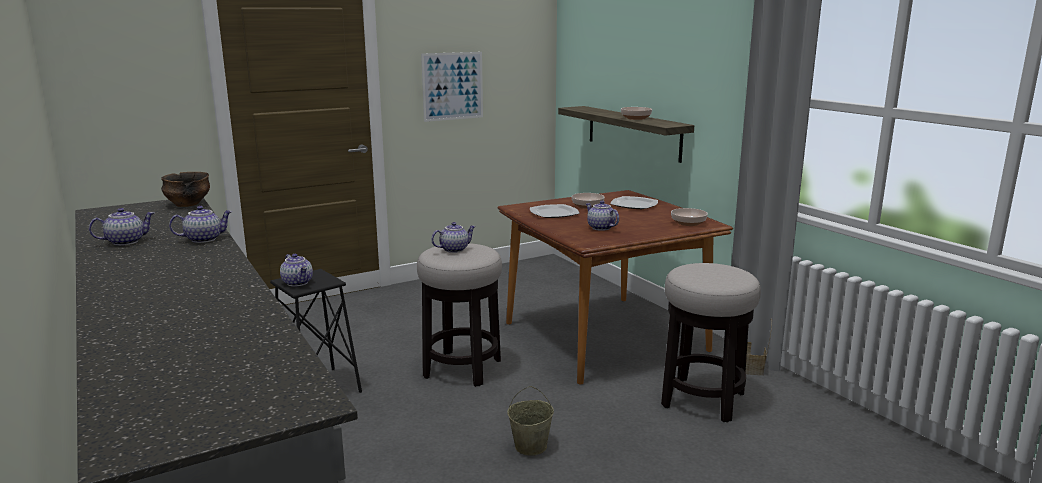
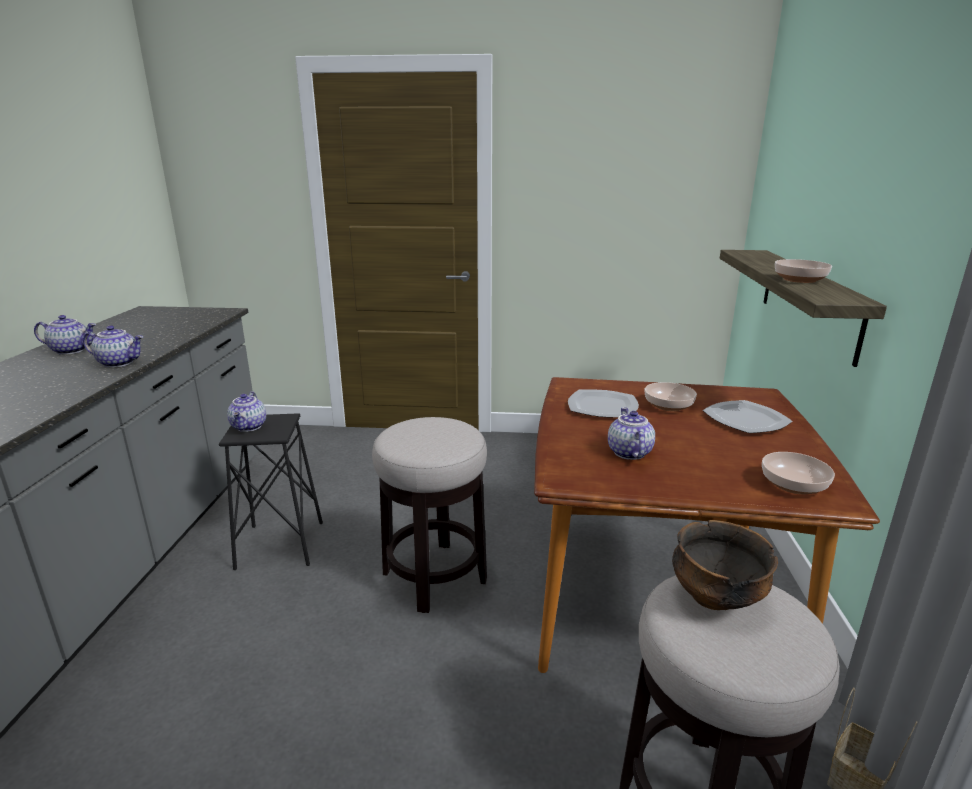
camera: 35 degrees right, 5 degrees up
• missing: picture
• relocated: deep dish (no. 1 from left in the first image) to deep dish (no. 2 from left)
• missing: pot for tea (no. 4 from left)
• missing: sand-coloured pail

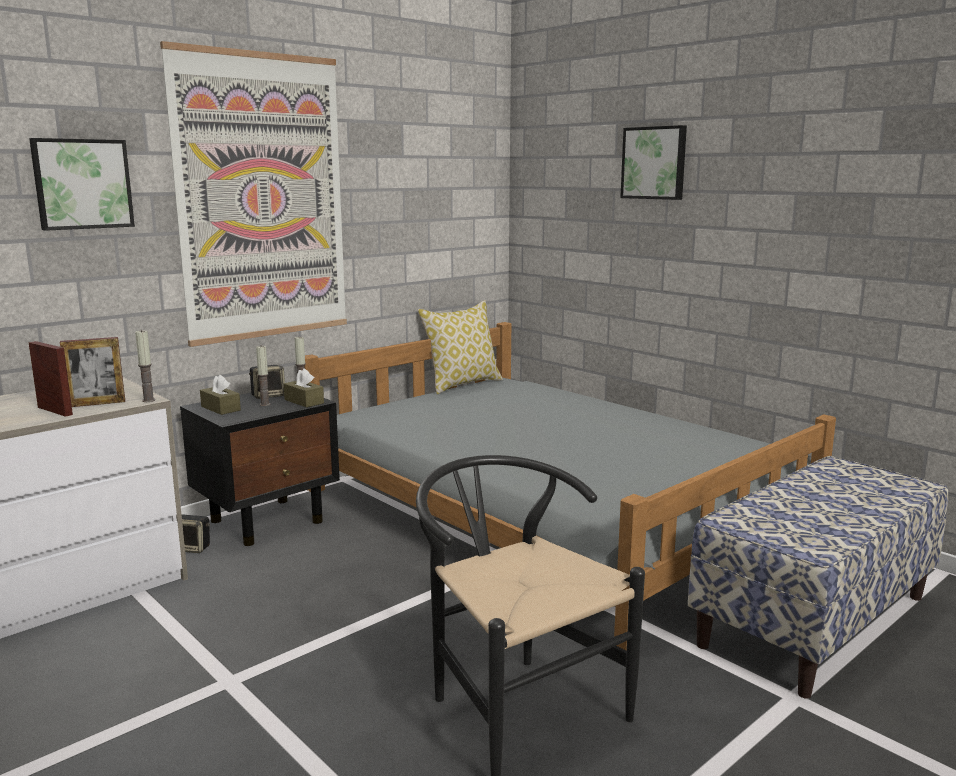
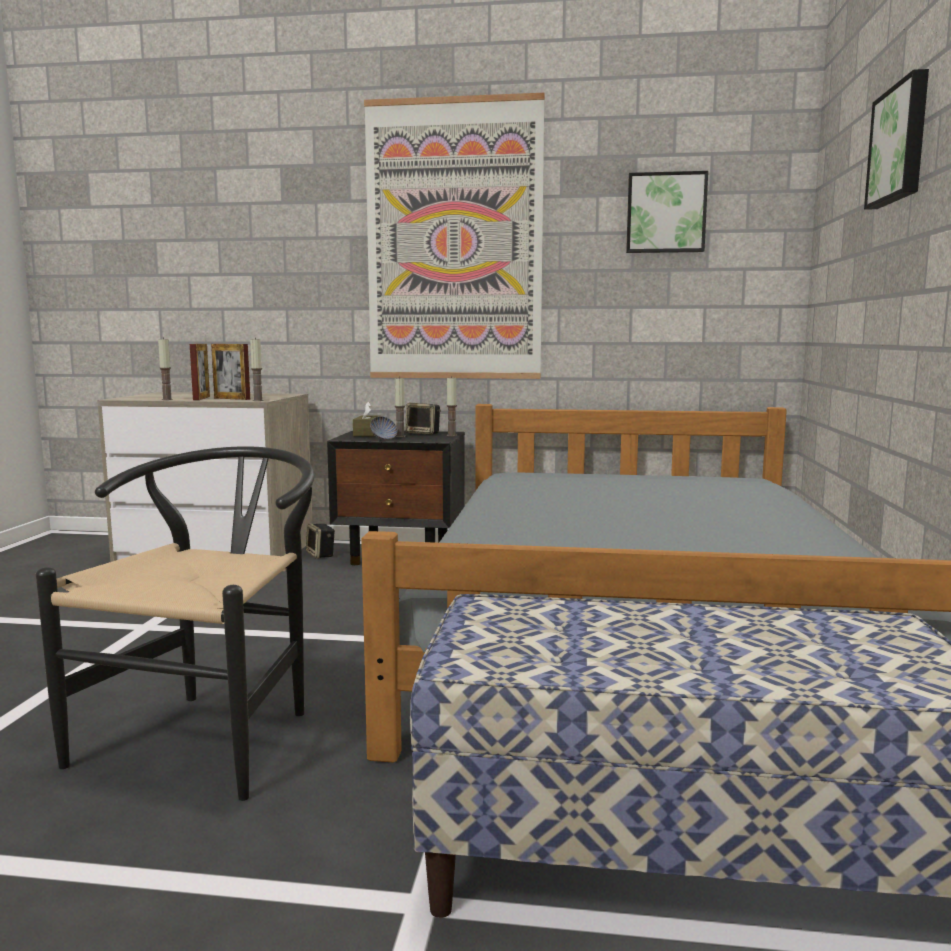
camera: 50 degrees right, 5 degrees down
• relocated: picture (no. 1 from left in the first image) to picture (no. 2 from left)
• missing: cushion
• missing: brownish box of tissues (no. 2 from left)
• appeared: candle (no. 1 from left)
• appeared: deep dish

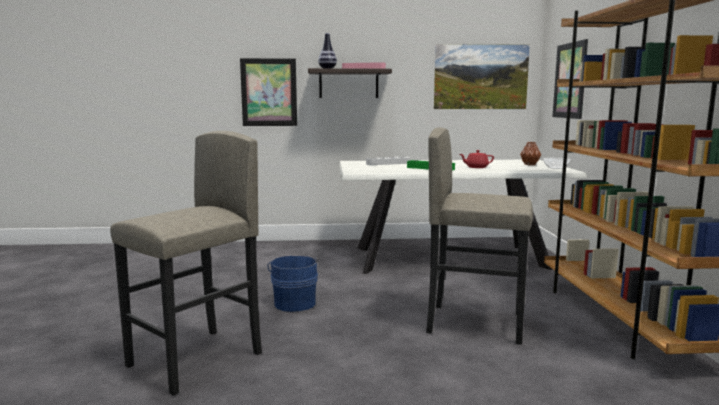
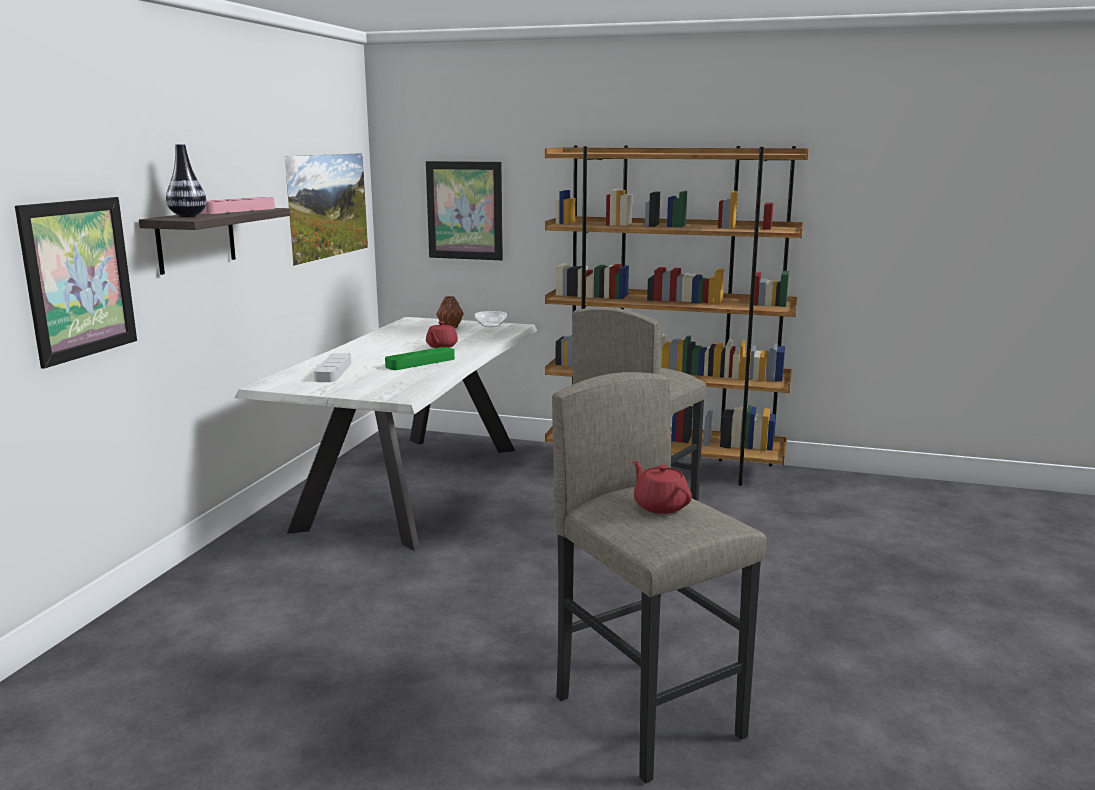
camera: 70 degrees left, 5 degrees up
• missing: bluish pail
• appeared: red-coloured pot for tea (no. 2 from left)

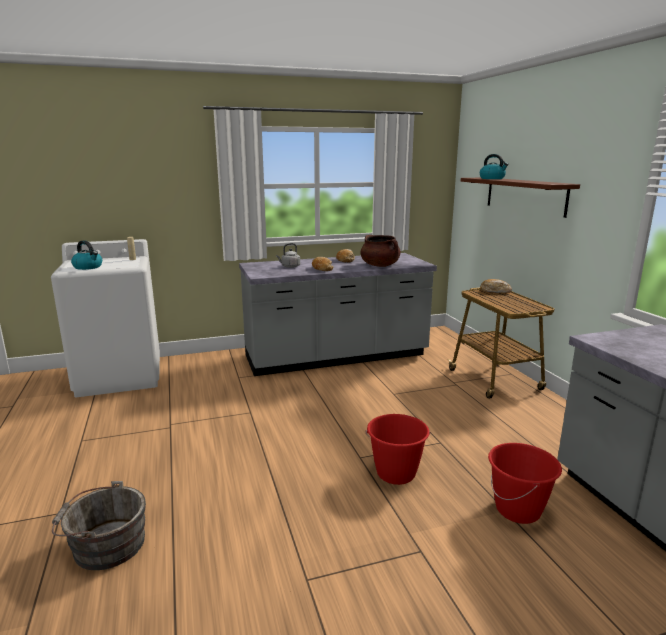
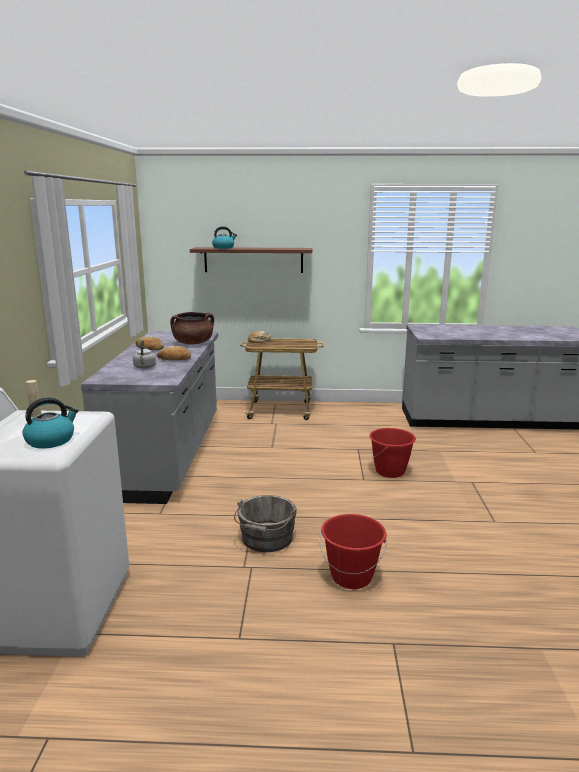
camera: 70 degrees left, 0 degrees up
• relocated: red-coloured pail (no. 2 from left in the first image) to red-coloured pail (no. 1 from left)
• relocated: grey pail

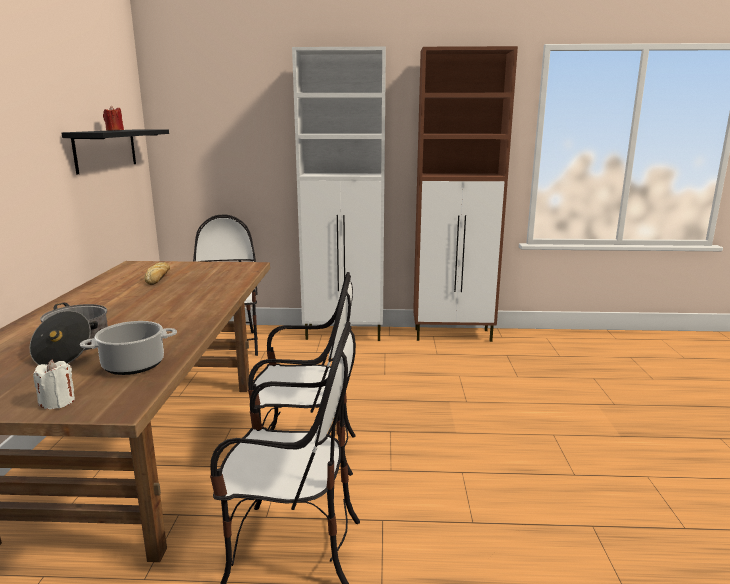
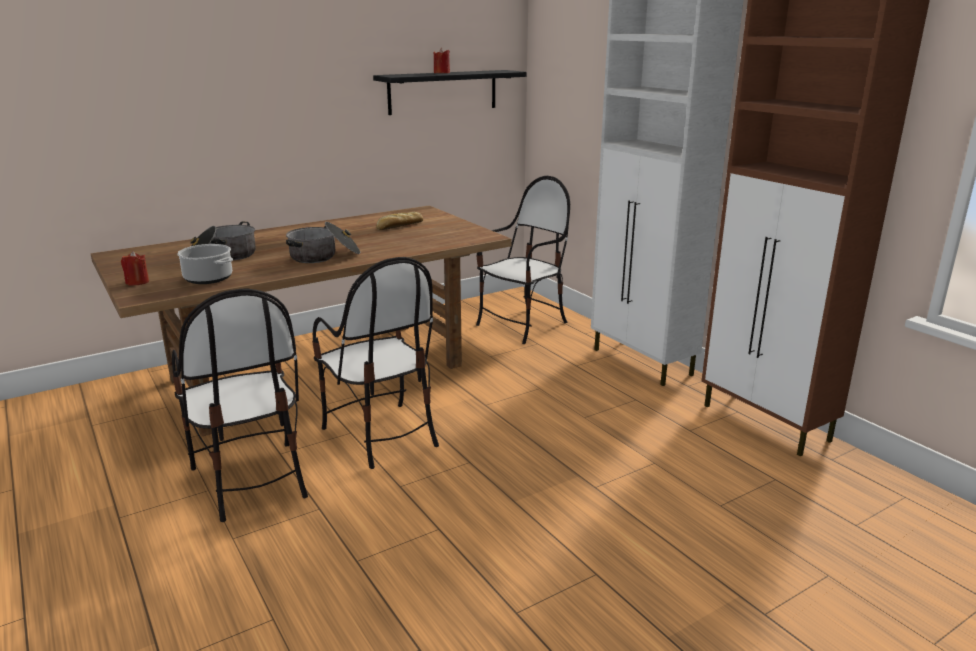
camera: 55 degrees right, 5 degrees up
• colour: white-coloured candle to red-coloured candle (no. 1 from left)
• appeared: stockpot (no. 3 from left)

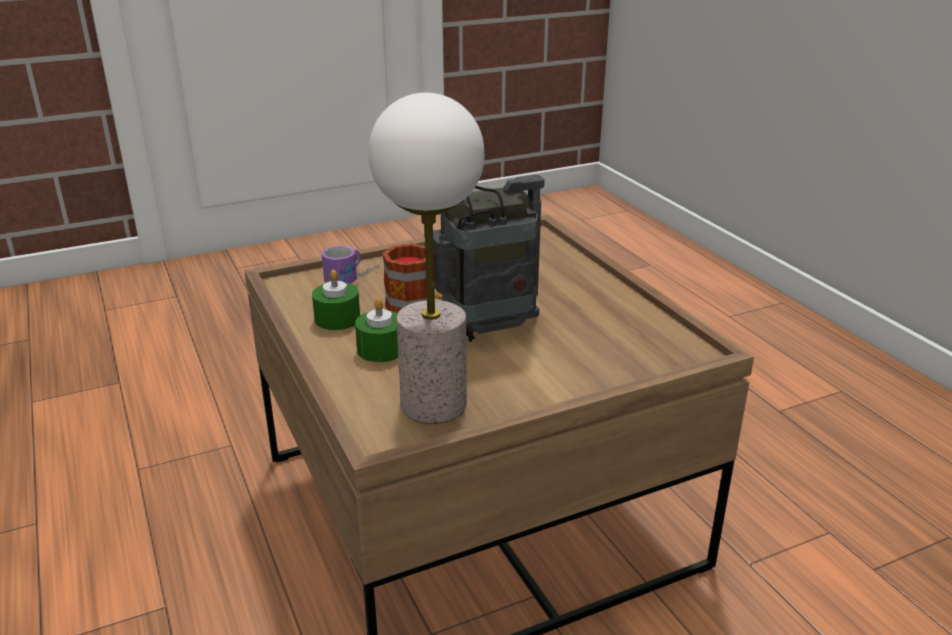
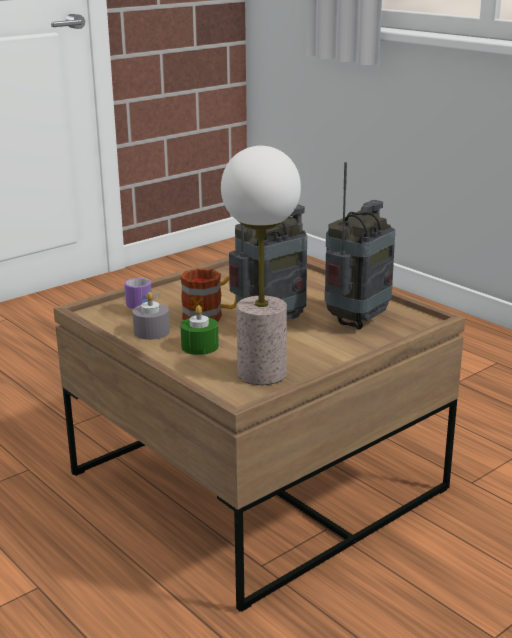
camera: 15 degrees left, 5 degrees down
• colour: green-coloured candle (no. 1 from left) to grey candle
• appeared: radio (no. 2 from left)

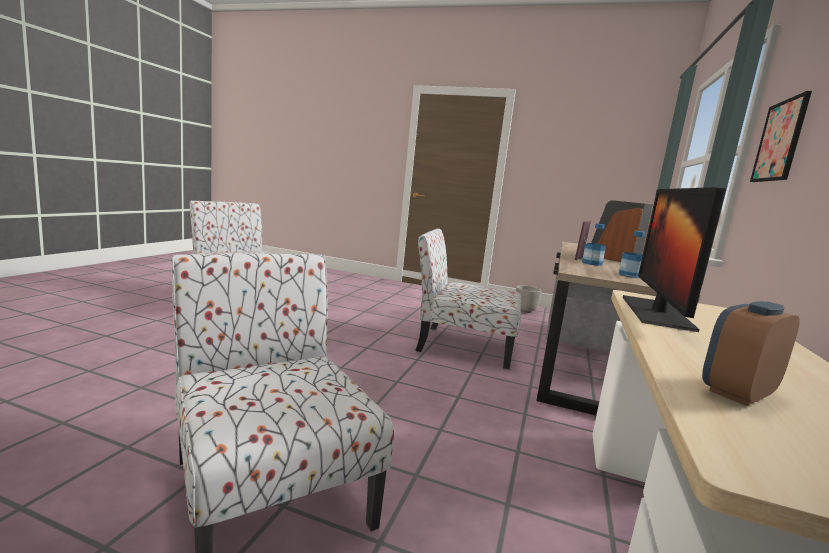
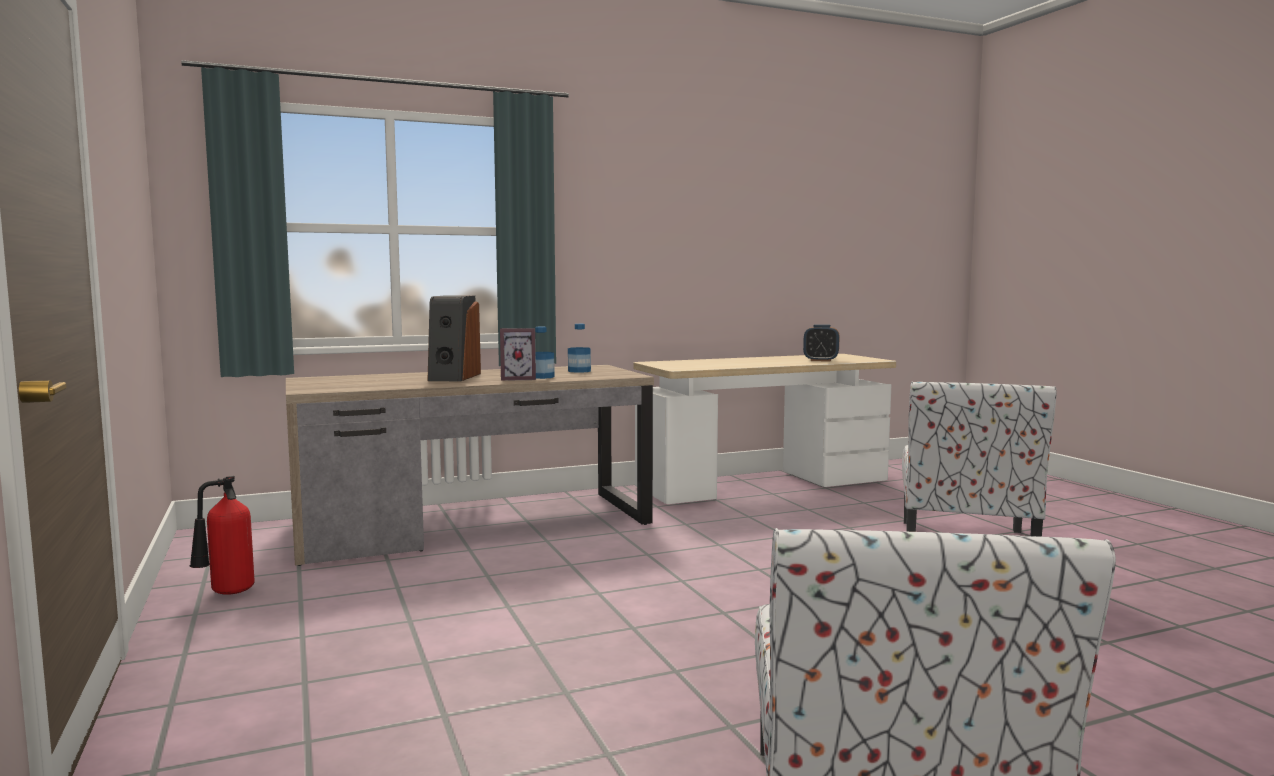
camera: 130 degrees left, 5 degrees down
• missing: picture
• missing: computer display
• missing: upright chair (no. 3 from left)
• exchanged: planter to extinguisher

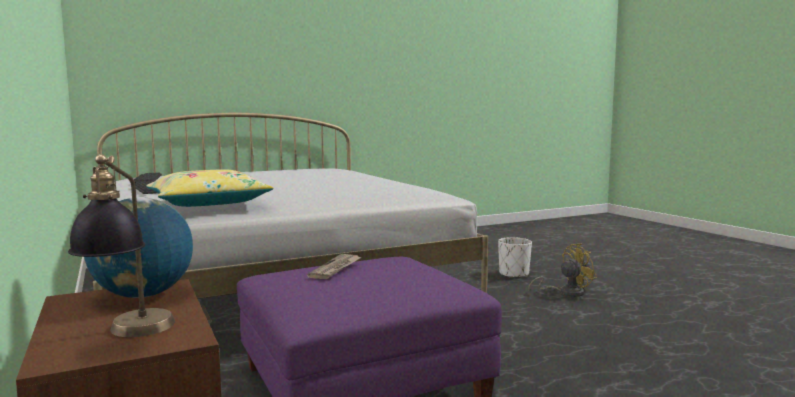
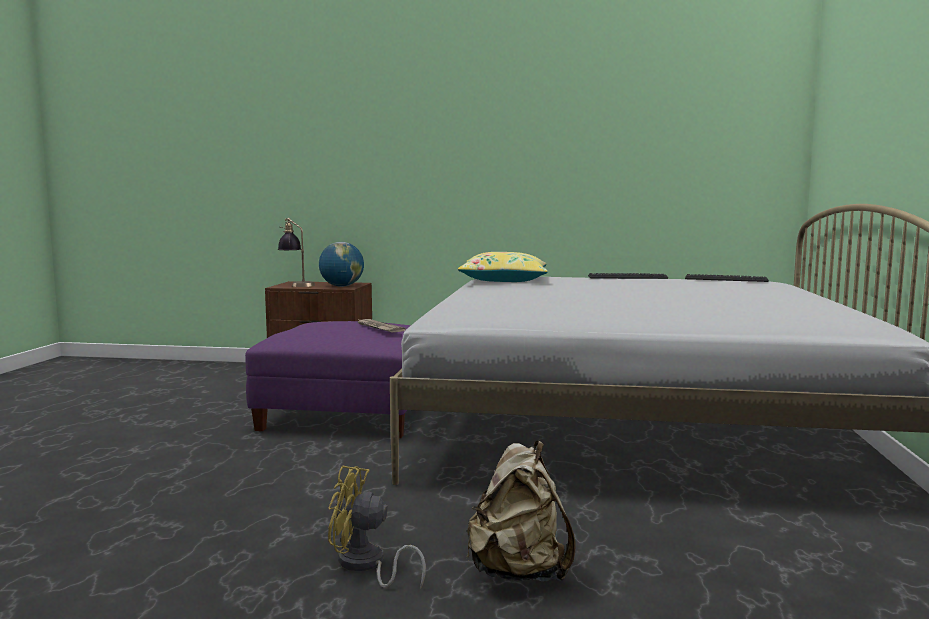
camera: 125 degrees right, 0 degrees up
• exchanged: white-coloured planter to sand-coloured backpack
• spun: yellowish fan 90 degrees clockwise

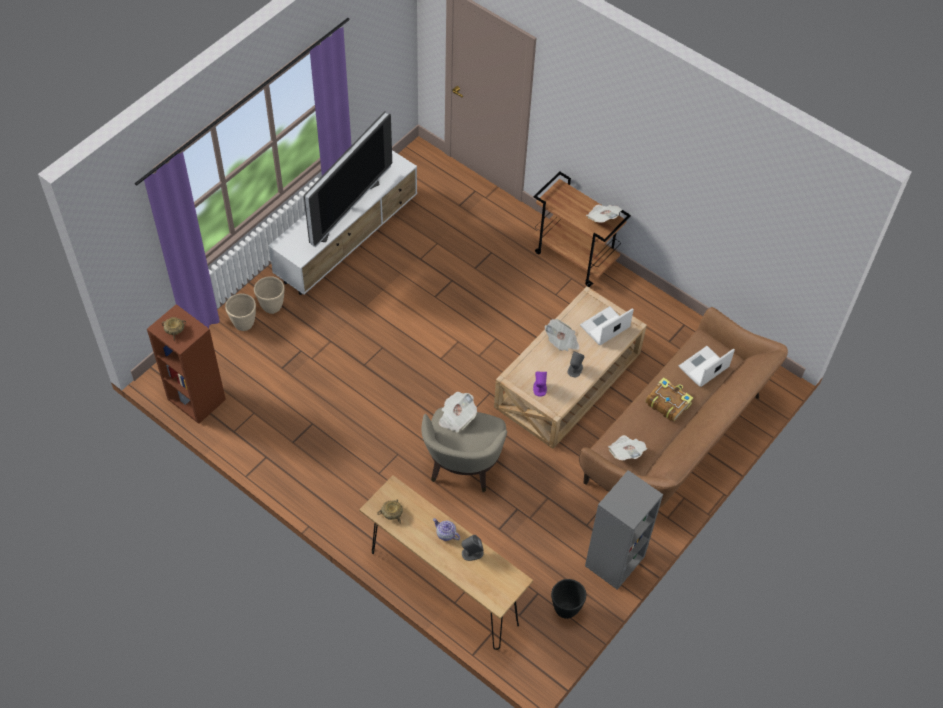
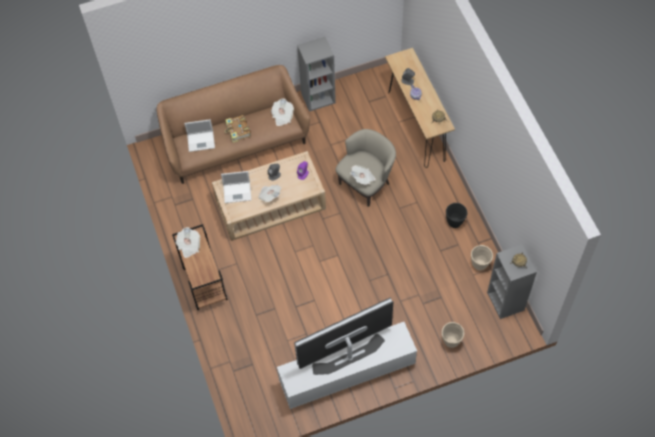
camera: 145 degrees left, 5 degrees up
• relocated: sand-coloured planter (no. 2 from left)
• colour: brownish bookcase to grey bookcase (no. 2 from left)
• relocated: black-coloured planter

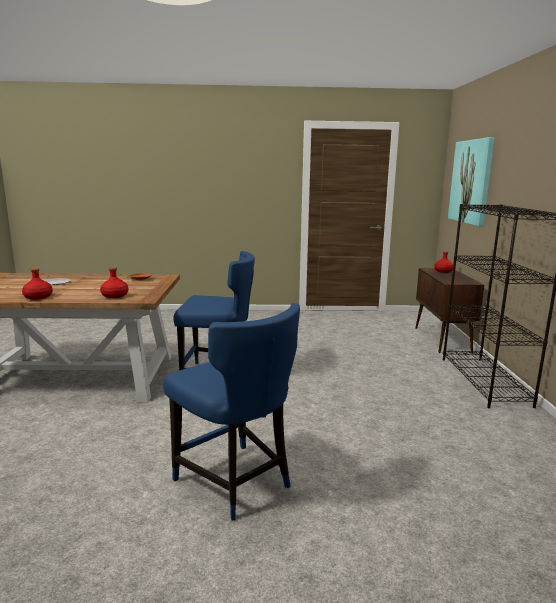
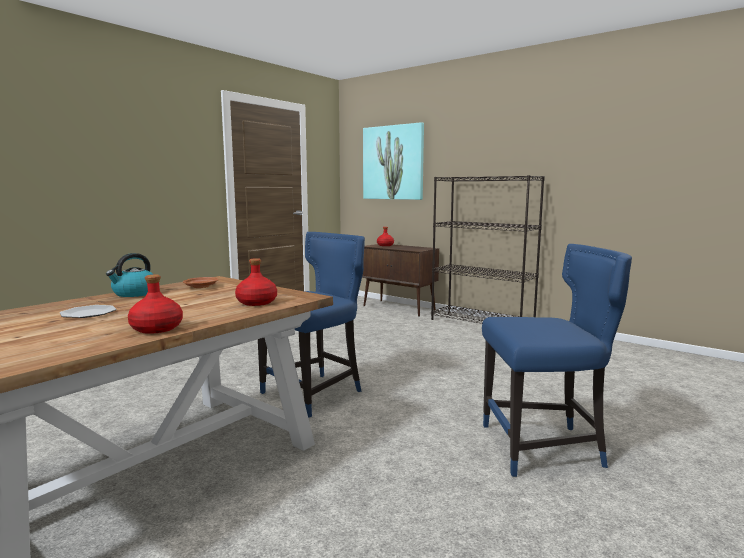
camera: 50 degrees left, 5 degrees down
• appeared: tea kettle

